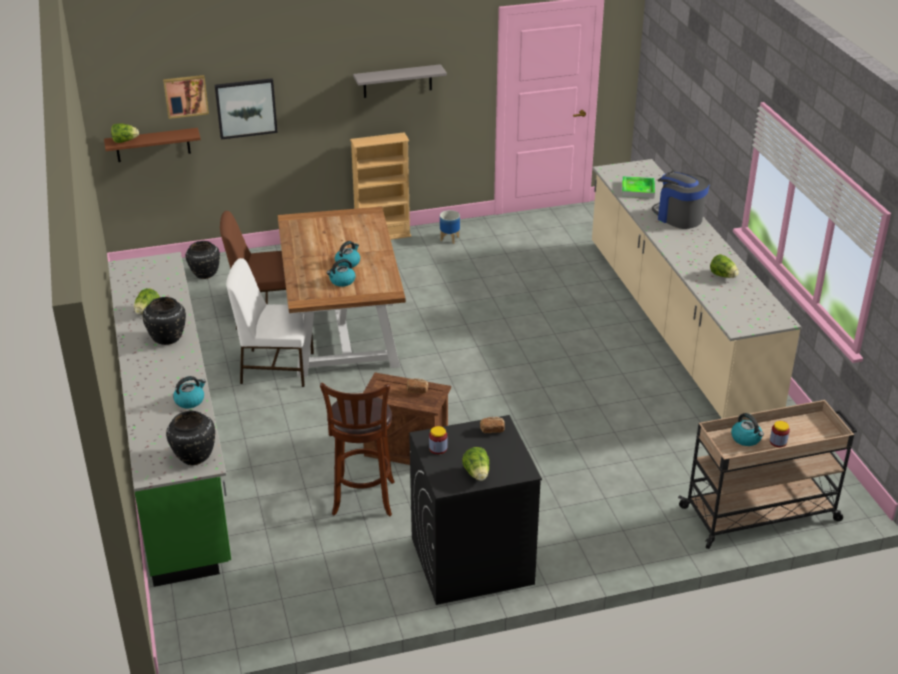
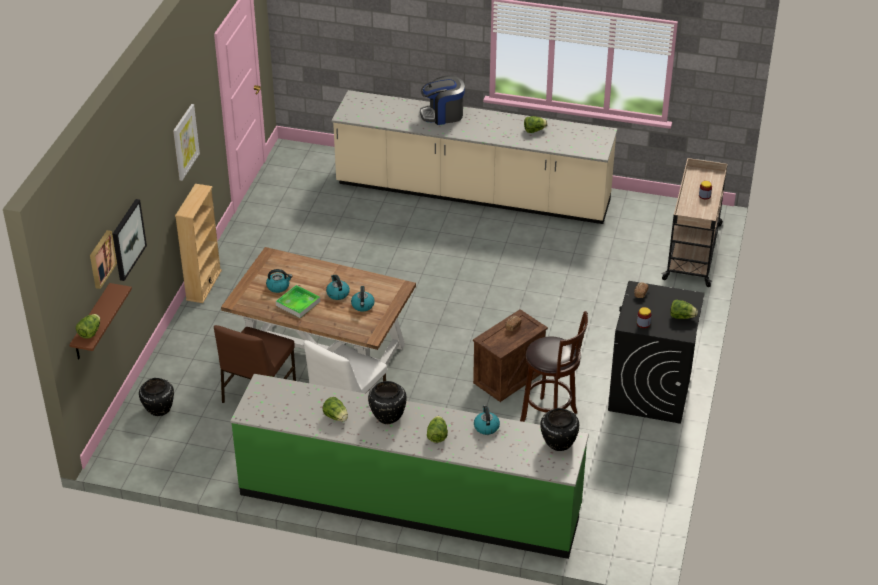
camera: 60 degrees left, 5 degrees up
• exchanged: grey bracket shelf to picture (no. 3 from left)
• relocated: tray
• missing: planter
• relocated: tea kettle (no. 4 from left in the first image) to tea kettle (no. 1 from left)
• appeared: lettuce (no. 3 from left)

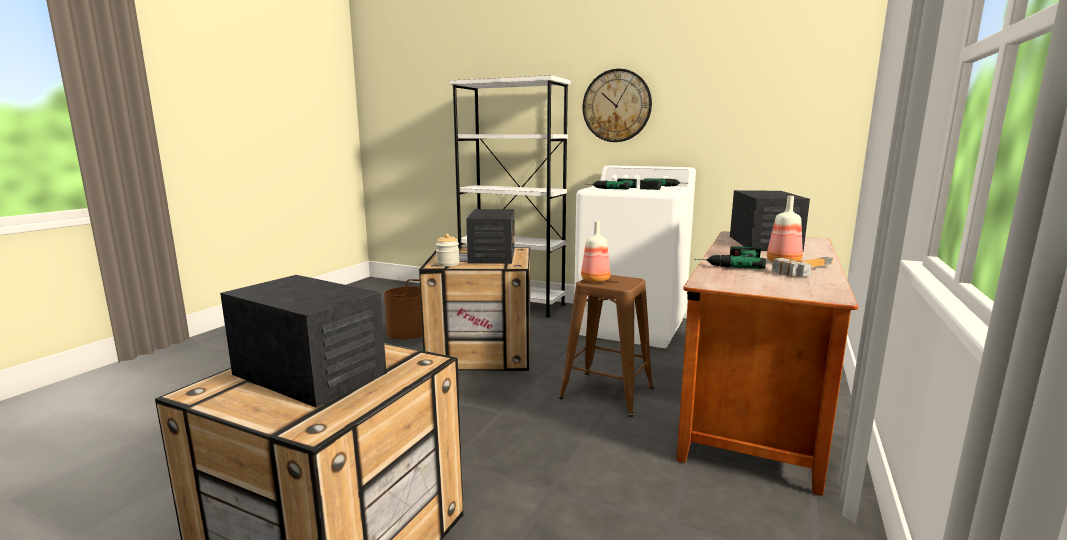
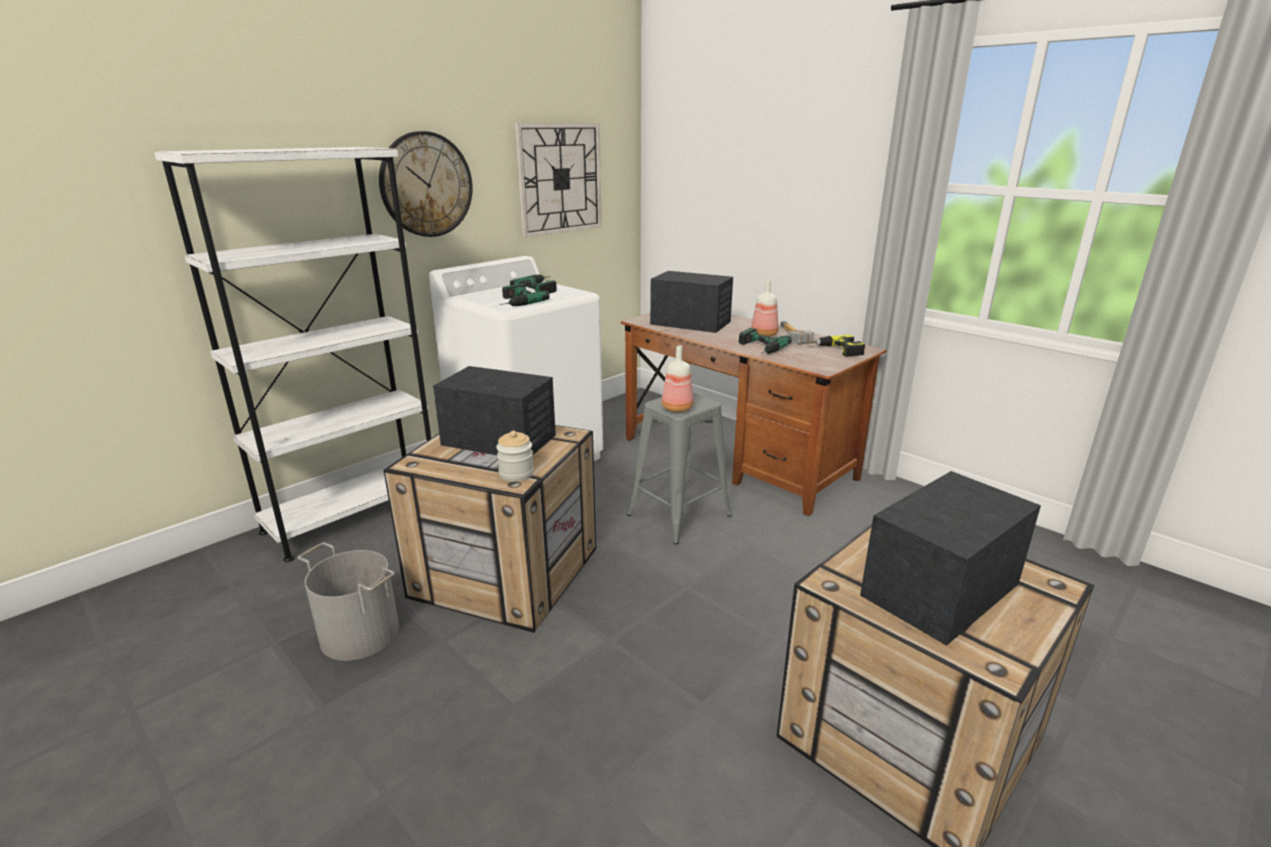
camera: 70 degrees left, 10 degrees up
• colour: brownish sitting stool to grey sitting stool
• colour: brownish pail to grey pail
• appeared: clock on the wall (no. 2 from left)
• appeared: drill (no. 4 from left)

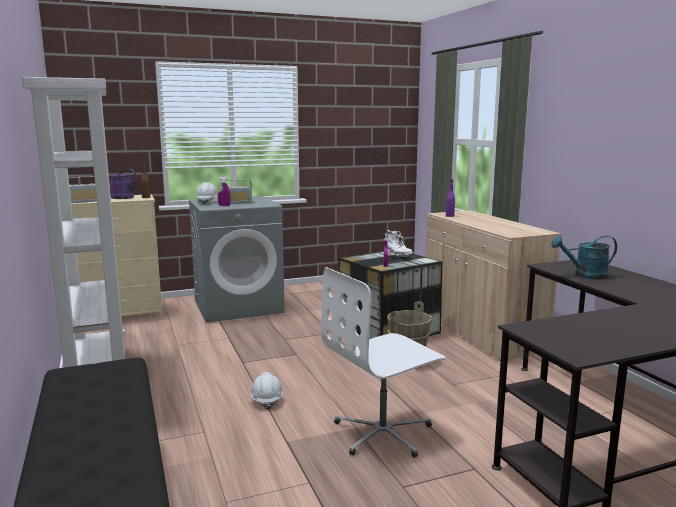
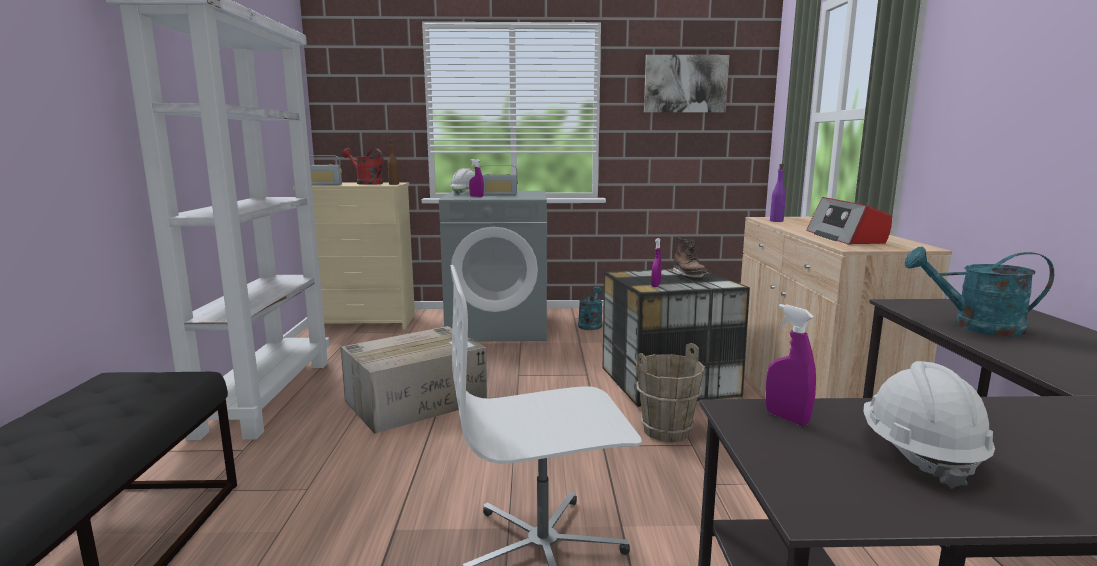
camera: 20 degrees right, 0 degrees up
• colour: purplish watering pot to red-coloured watering pot
• colour: white-coloured tall boot to brownish tall boot
• relocated: white-coloured hard hat (no. 2 from left)
• appeared: picture
• appeared: radio (no. 3 from left)
• appeared: blue-green watering pot (no. 1 from left)
• appeared: purplish spray bottle (no. 3 from left)
• appeared: packing box

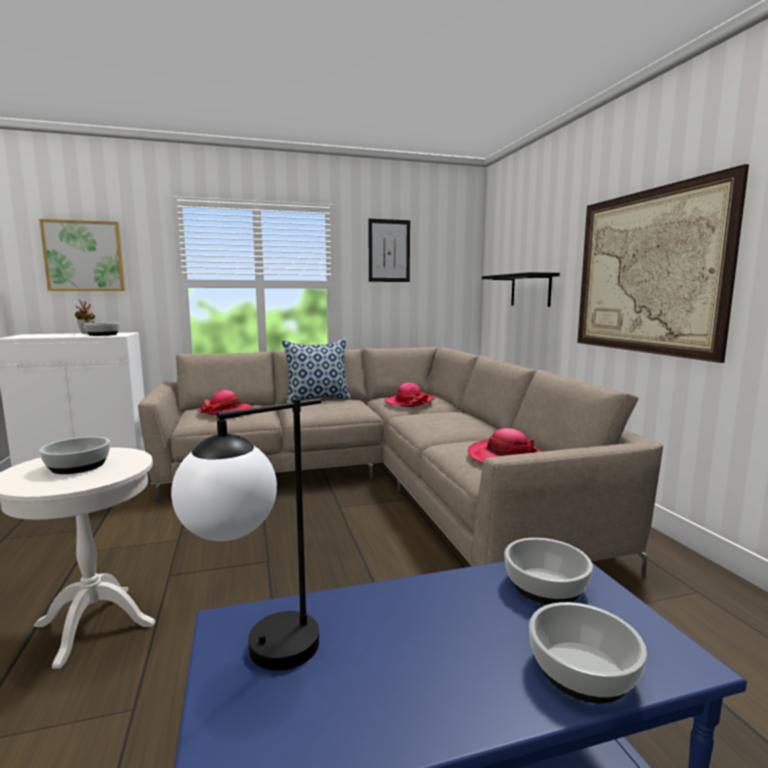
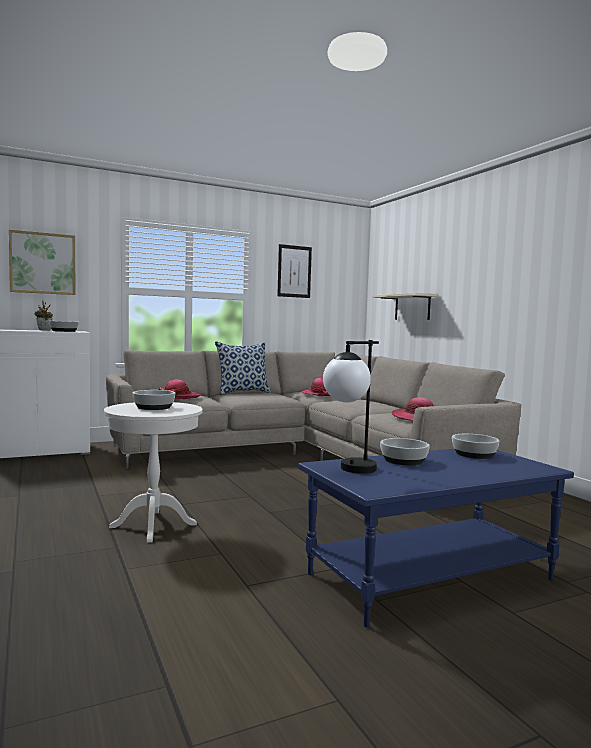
camera: 10 degrees left, 5 degrees down
• missing: picture (no. 3 from left)
• colour: black-coloured bracket shelf to sand-coloured bracket shelf
• relocated: deep dish (no. 4 from left in the first image) to deep dish (no. 3 from left)

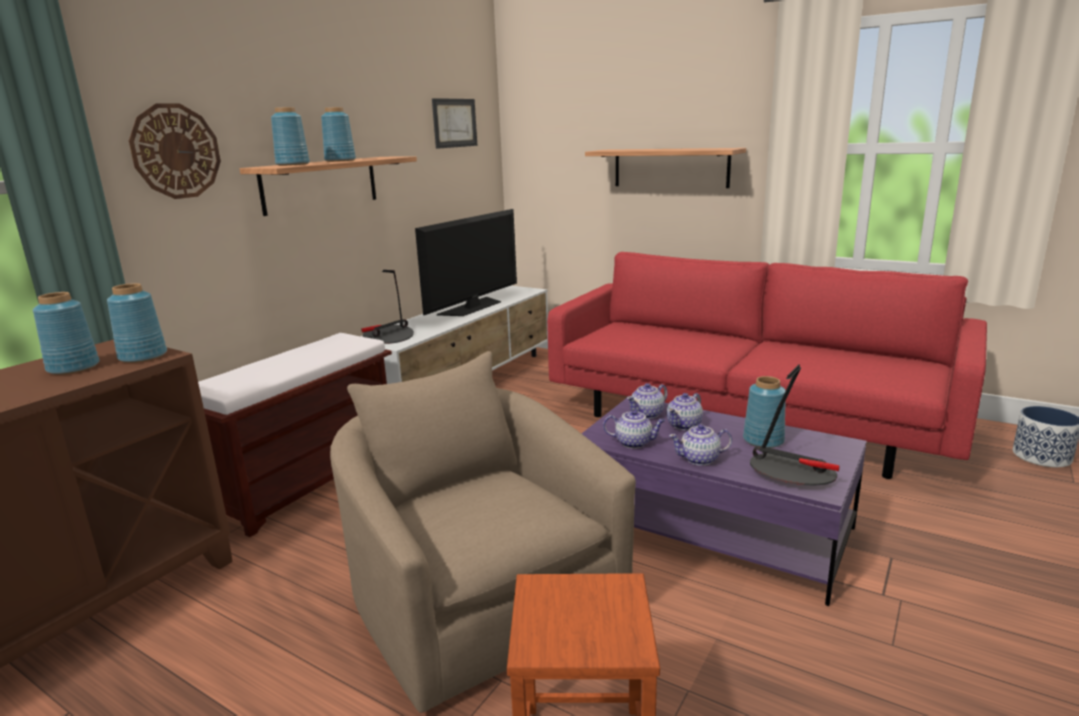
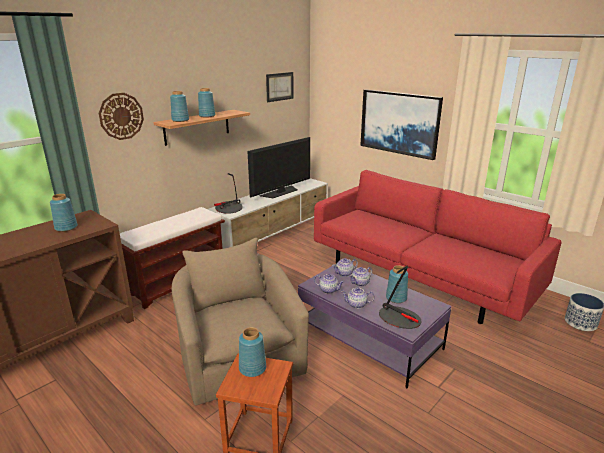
camera: 10 degrees right, 5 degrees up
• exchanged: bracket shelf (no. 2 from left) to picture (no. 2 from left)
• relocated: bluish flower vase (no. 2 from left in the first image) to bluish flower vase (no. 4 from left)

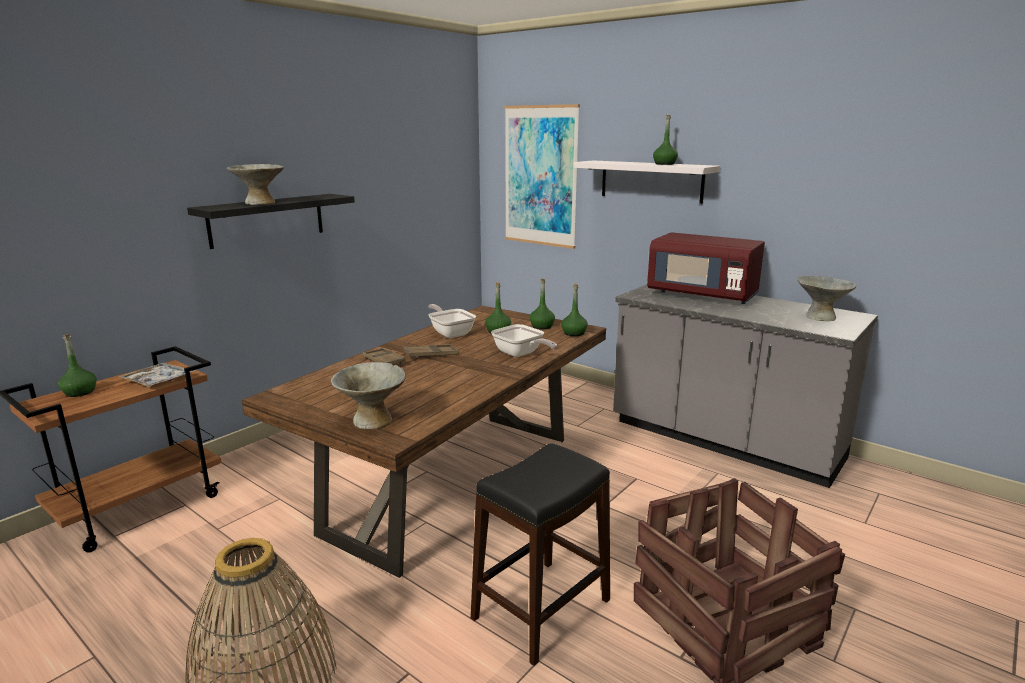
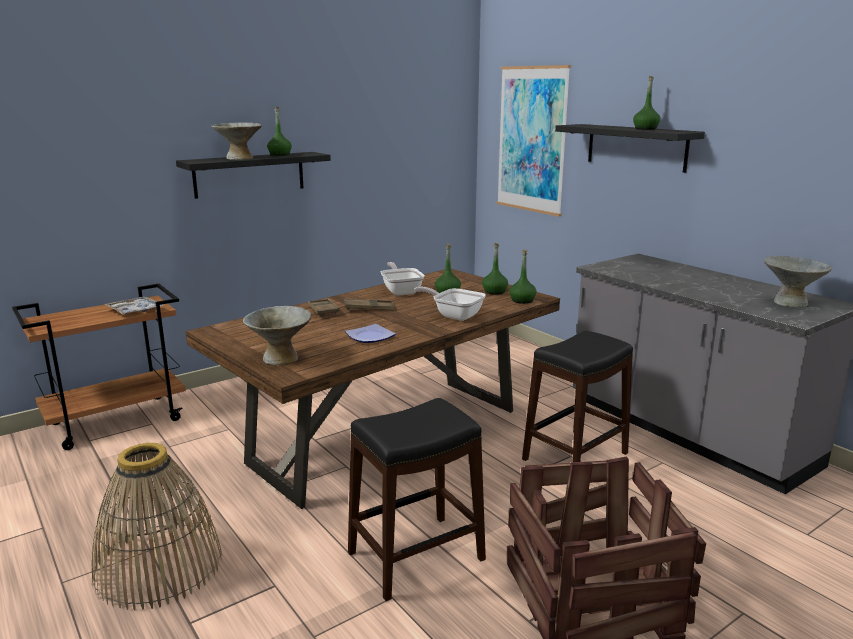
camera: 15 degrees right, 0 degrees up
• colour: white-coloured bracket shelf to black-coloured bracket shelf (no. 2 from left)
• missing: red-coloured microwave oven
• spun: pan (no. 2 from left) 150 degrees clockwise
• relocated: green-coloured beverage bottle (no. 1 from left)
• appeared: plate
• appeared: black-coloured sitting stool (no. 2 from left)

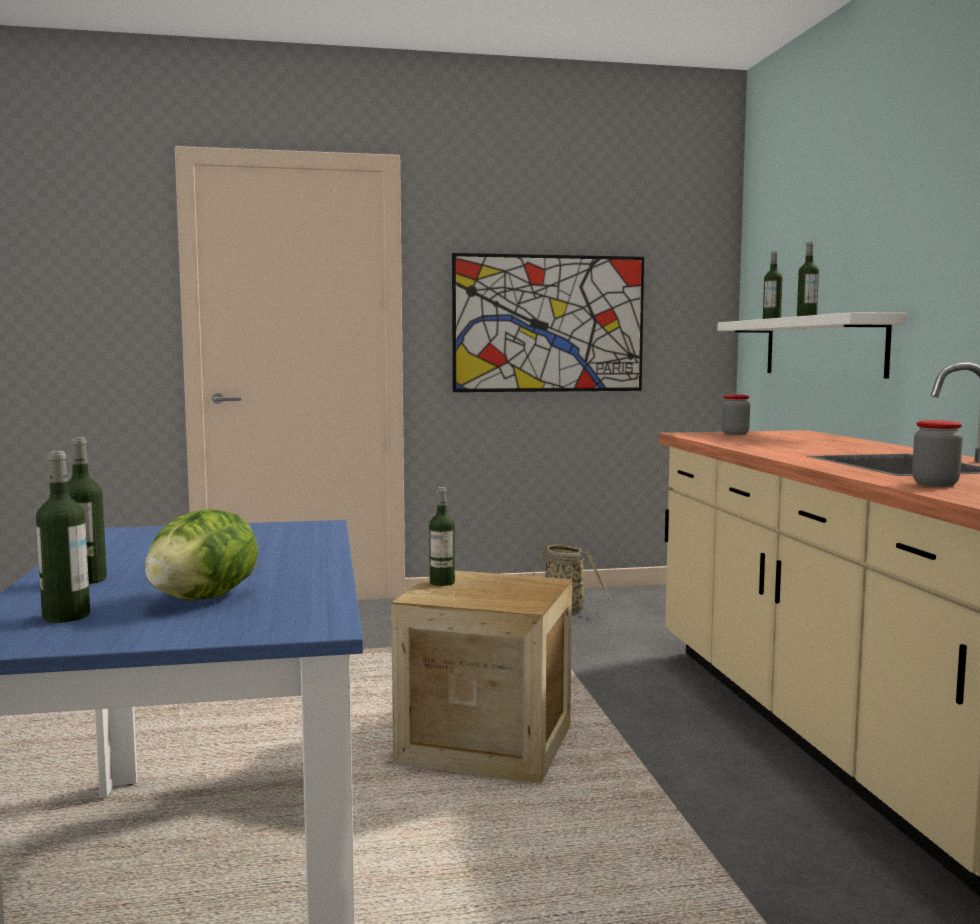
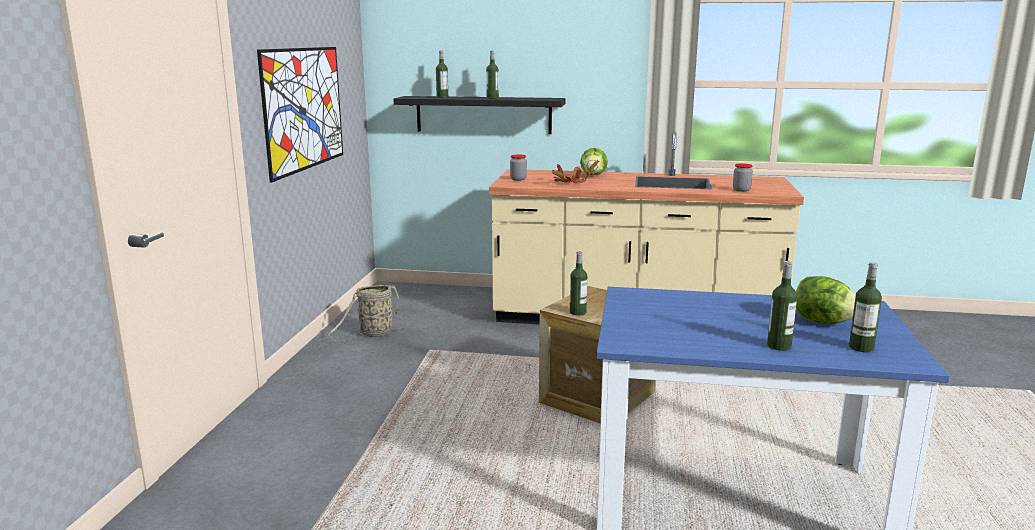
camera: 70 degrees left, 10 degrees up
• colour: white-coloured bracket shelf to black-coloured bracket shelf
• appeared: lettuce (no. 1 from left)
• appeared: potted plant

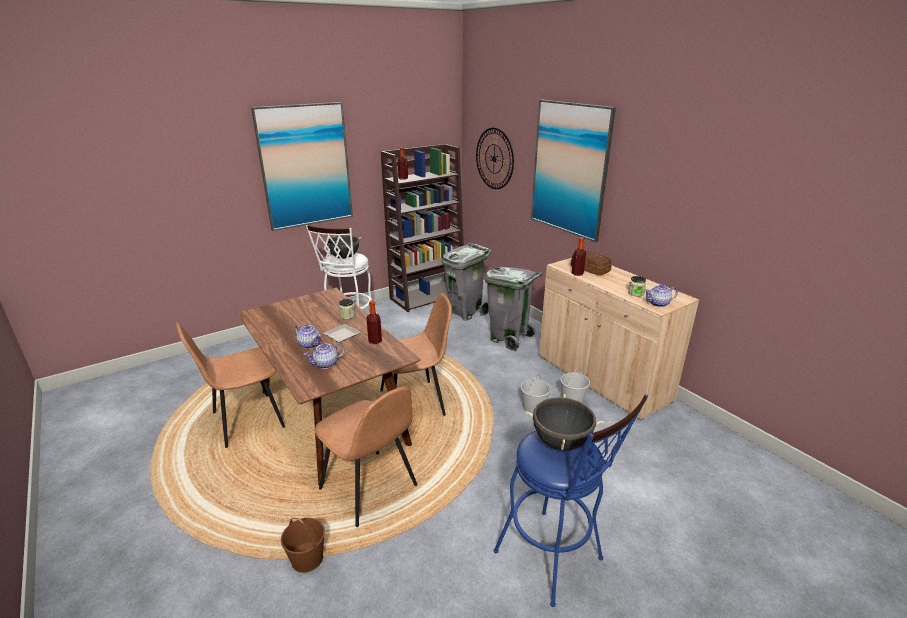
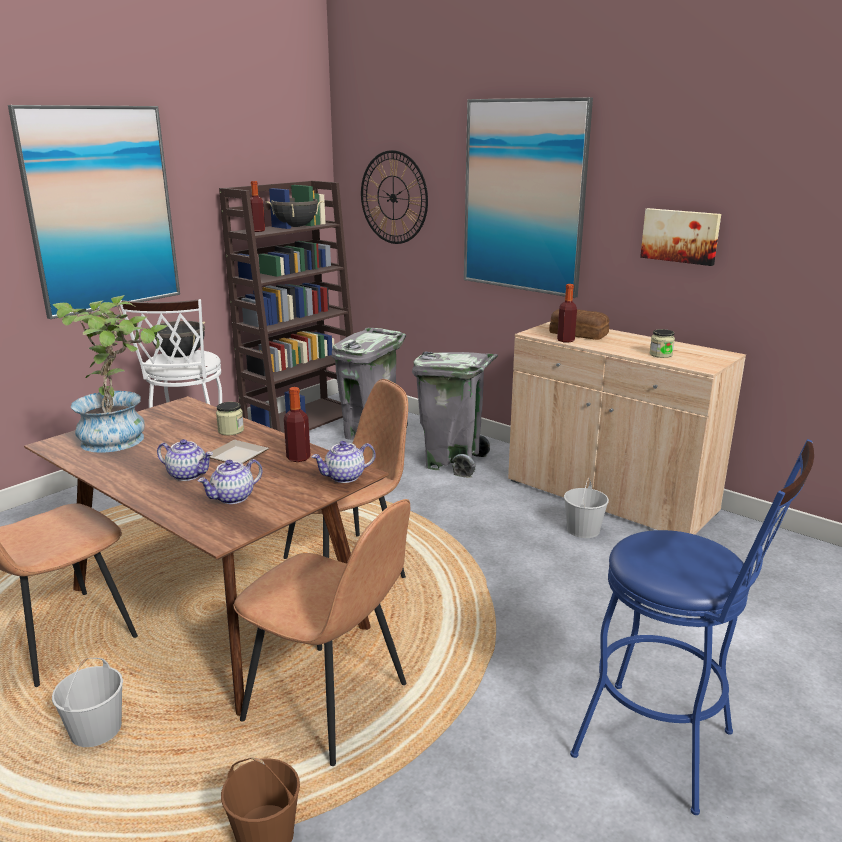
camera: 15 degrees left, 5 degrees down
• relocated: pot for tea (no. 3 from left)
• relocated: white-coloured pail (no. 1 from left)
• relocated: black-coloured stockpot (no. 2 from left)
• appeared: picture (no. 3 from left)
• appeared: potted plant

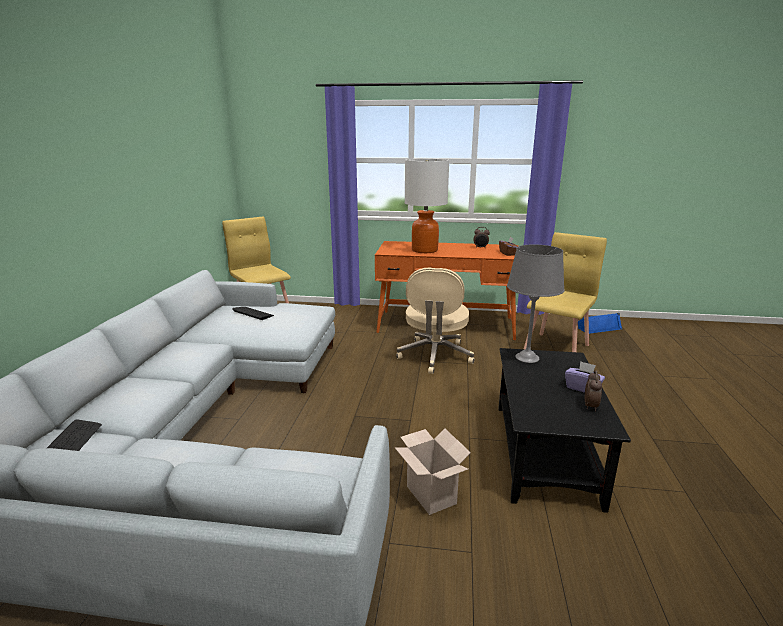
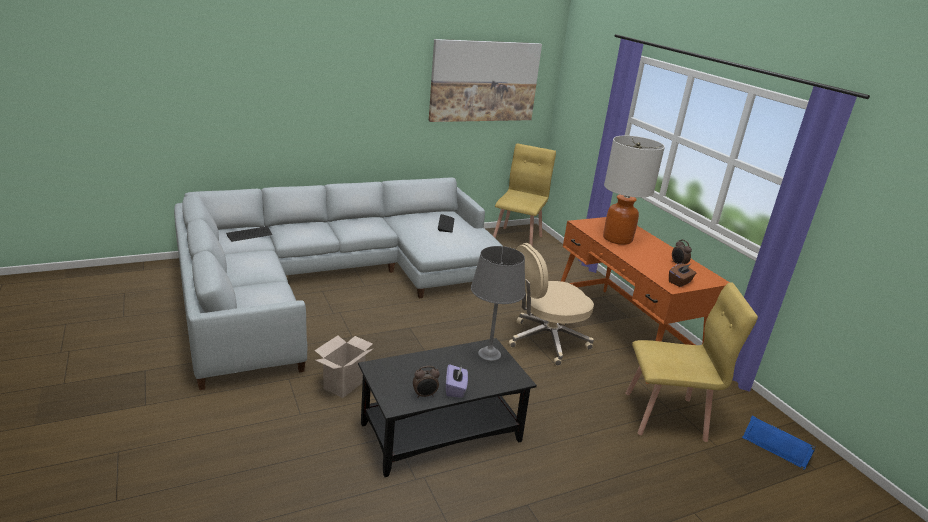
camera: 55 degrees right, 5 degrees up
• appeared: picture

